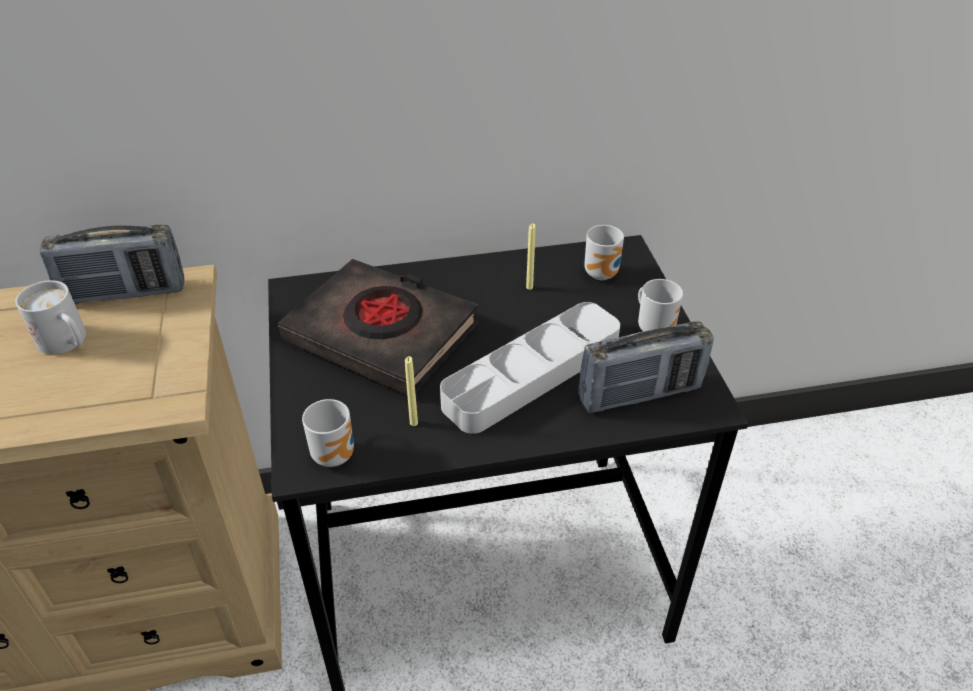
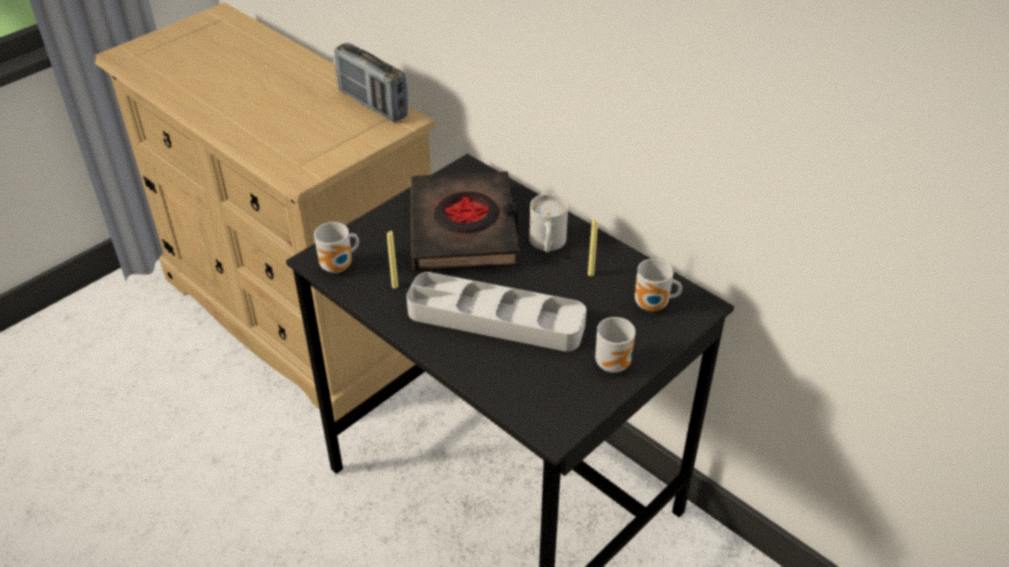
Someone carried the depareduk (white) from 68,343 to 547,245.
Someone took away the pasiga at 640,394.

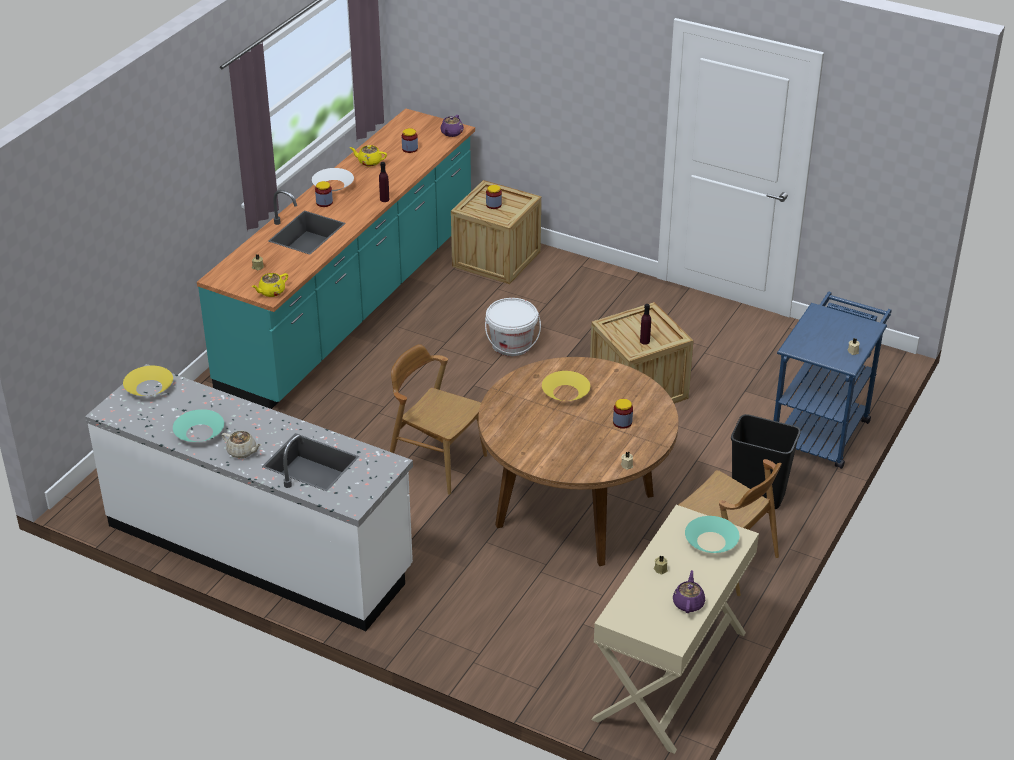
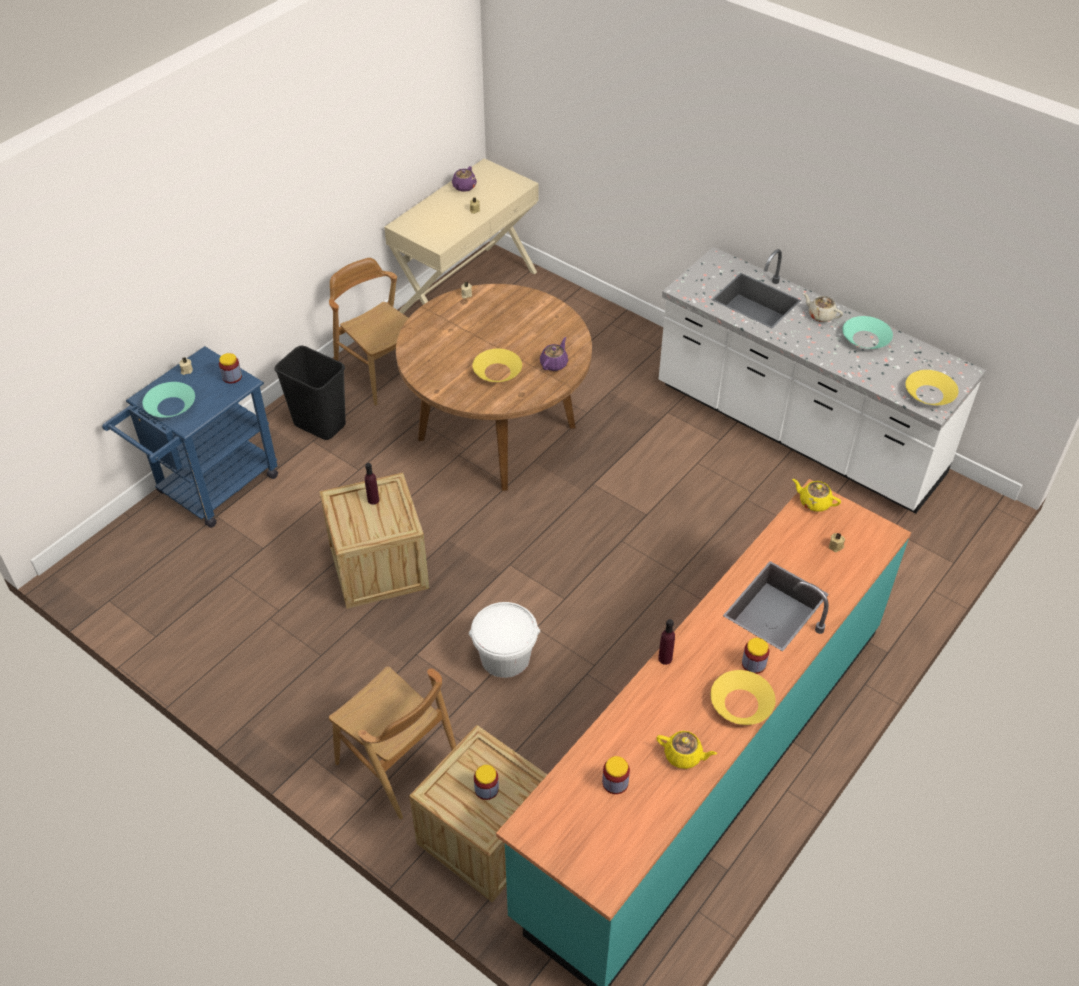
Someone carried the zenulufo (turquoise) from 711,541 to 171,406.
Someone carried the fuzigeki from 622,422 to 232,377.
Someone carried the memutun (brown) from 436,461 to 398,763.
Someone carried the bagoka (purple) from 451,133 to 554,363.
Someone repainted the zenulufo (white) at 333,185, which became the zenulufo (yellow) at 741,703.
Someone rotated the bagoka (yellow) at 271,292 by 120 degrees counterclockwise.

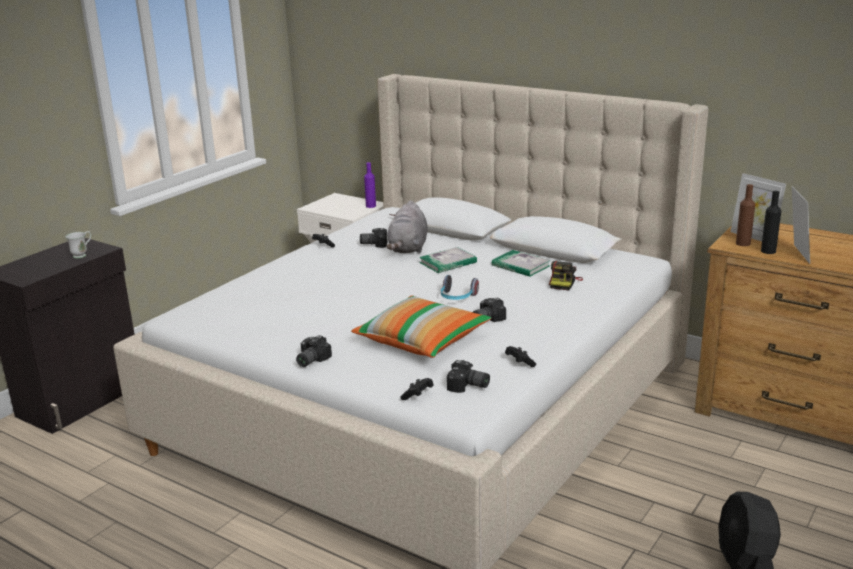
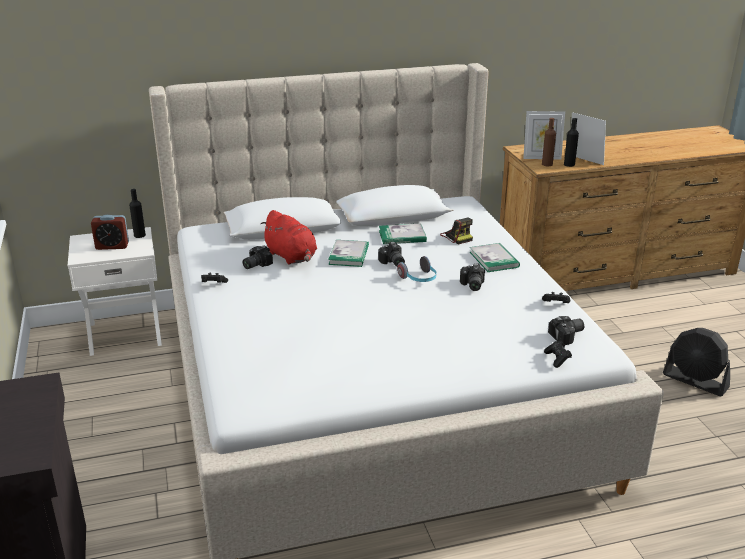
Someone put down the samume at 112,246.
Someone repainted the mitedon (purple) at 371,206, which became the mitedon (black) at 139,235.
Someone repainted the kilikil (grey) at 408,248, which became the kilikil (red) at 292,257.
Someone carried the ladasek from 310,360 to 392,263.
Someone put down the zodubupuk at 494,259.
Someone took away the depareduk (white) at 82,255.
Someone took away the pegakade at 422,341.

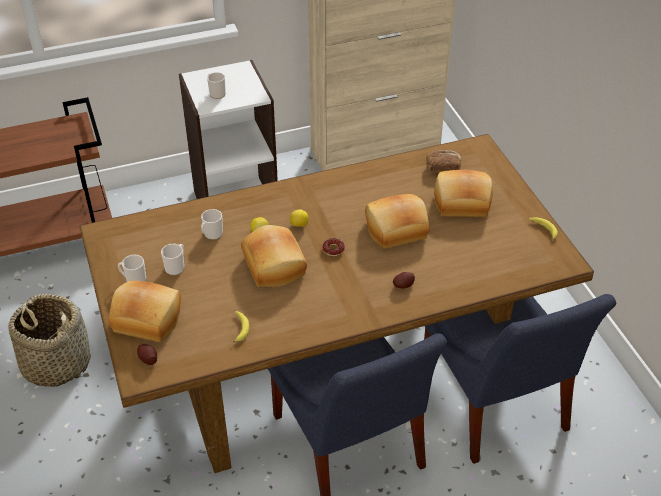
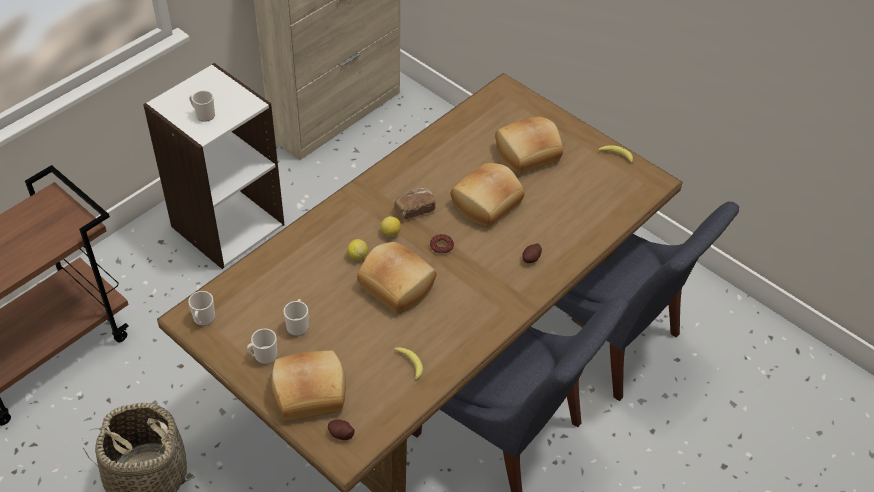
Someone carried the depareduk from 212,234 to 203,319.
Someone carried the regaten from 443,168 to 414,209.

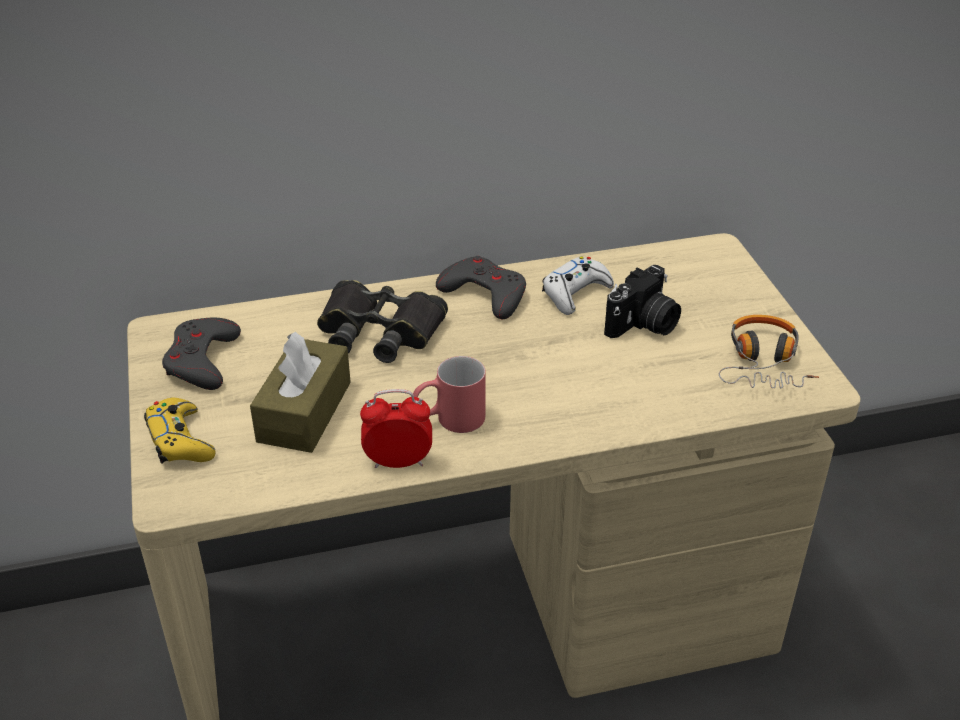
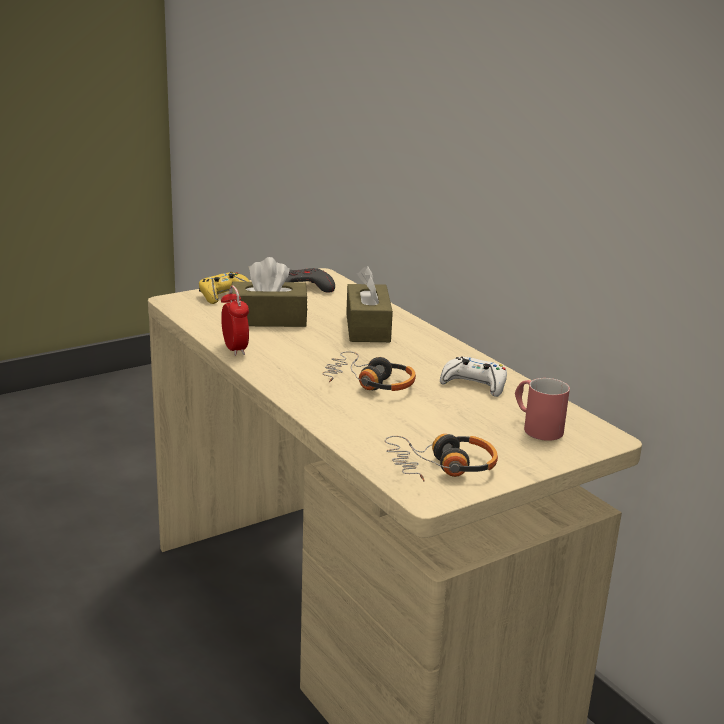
Someone put down the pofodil at 369,383.
Someone swapped the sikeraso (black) at 379,331 for the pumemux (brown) at 367,327.
Someone carried the depareduk (red) from 449,420 to 536,427.
Someone took away the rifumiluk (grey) at 484,294.
Someone took away the ladasek at 643,325.

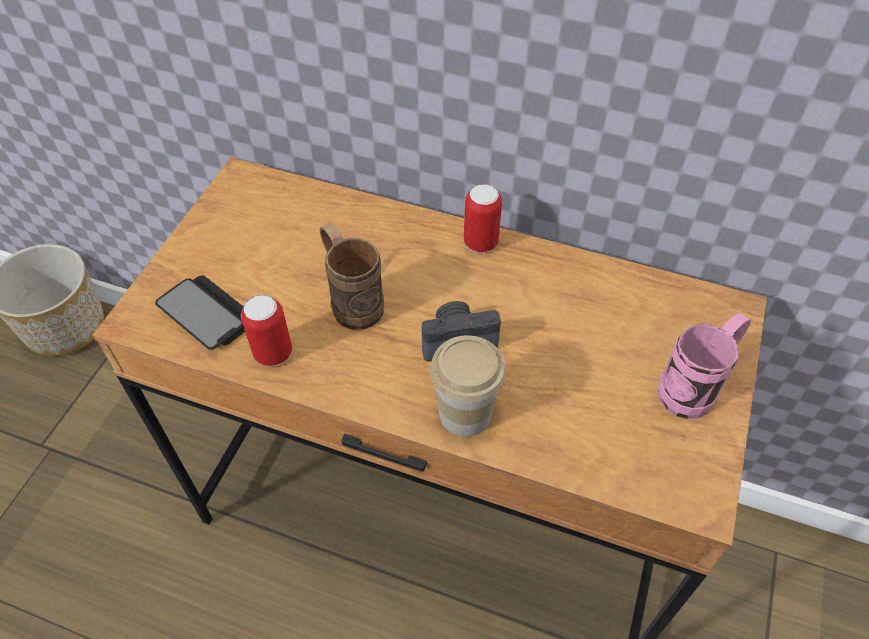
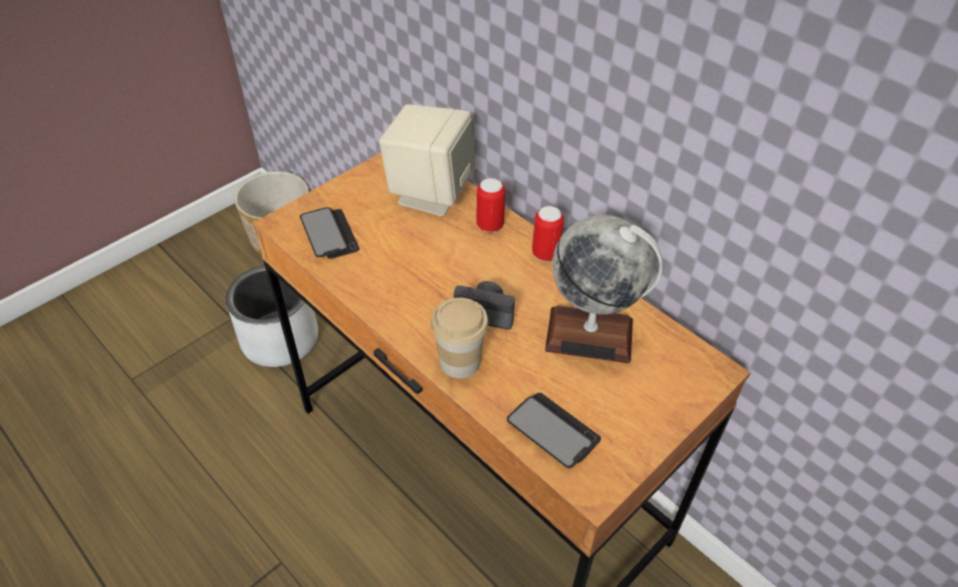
Someone put down the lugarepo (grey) at 280,338.
Someone put down the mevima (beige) at 430,192.
Someone carried the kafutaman from 273,353 to 490,225.
Someone put down the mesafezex at 553,431.
Someone put down the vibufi at 590,334.
Someone took away the depareduk (brown) at 352,300.
Someone took away the depareduk (pink) at 695,388.

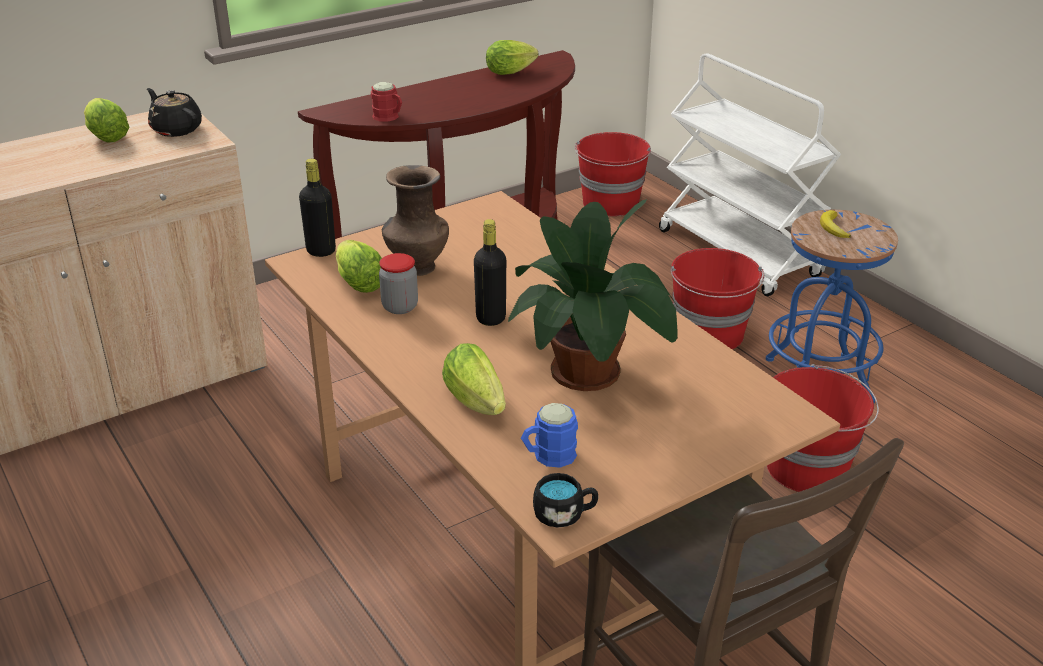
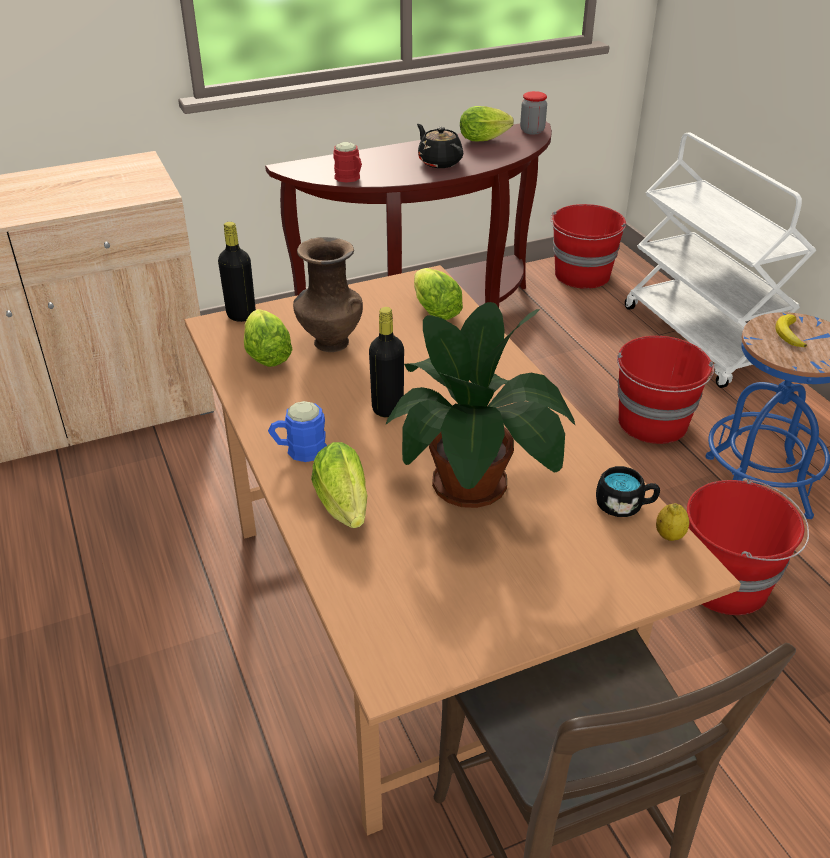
Someone carried the depareduk (blue) from 548,456 to 299,450.
Someone carried the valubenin from 106,136 to 433,309.
Someone carried the bagoka (black) from 176,129 to 439,162.
Someone carried the fuzigeki from 400,307 to 532,131.
Someone carried the depareduk (black) from 565,514 to 625,506.
Someone put down the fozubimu at 669,536.

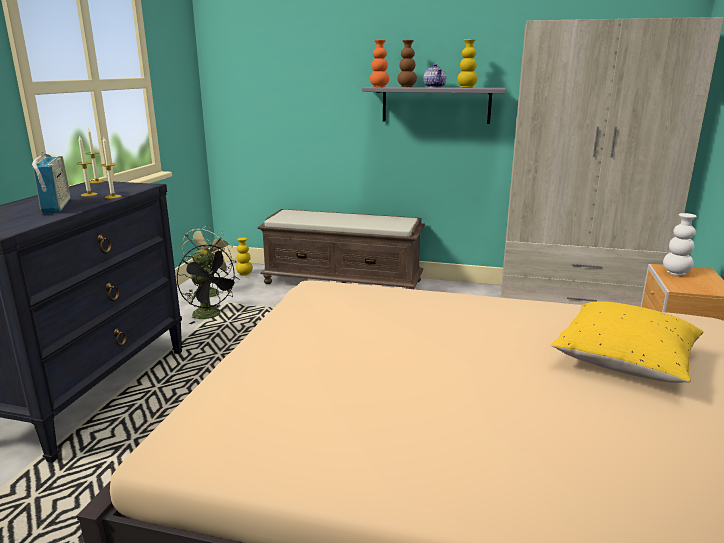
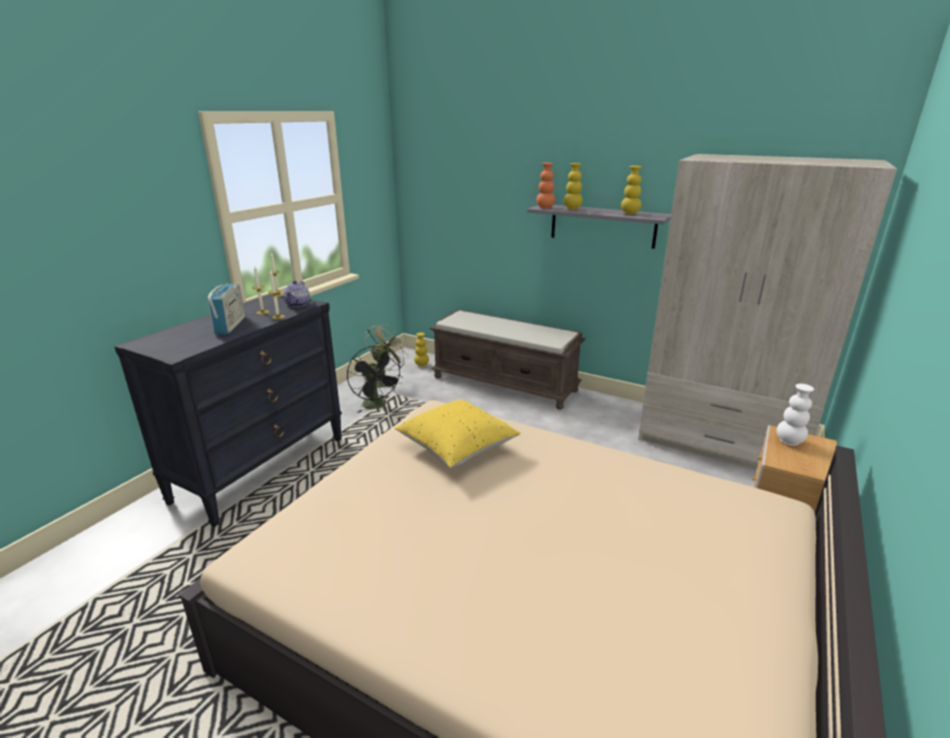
Someone carried the bagoka from 434,87 to 298,304.
Someone carried the pegakade (yellow) from 624,362 to 457,447.
Someone repainted the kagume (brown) at 406,87, which became the kagume (yellow) at 572,208.

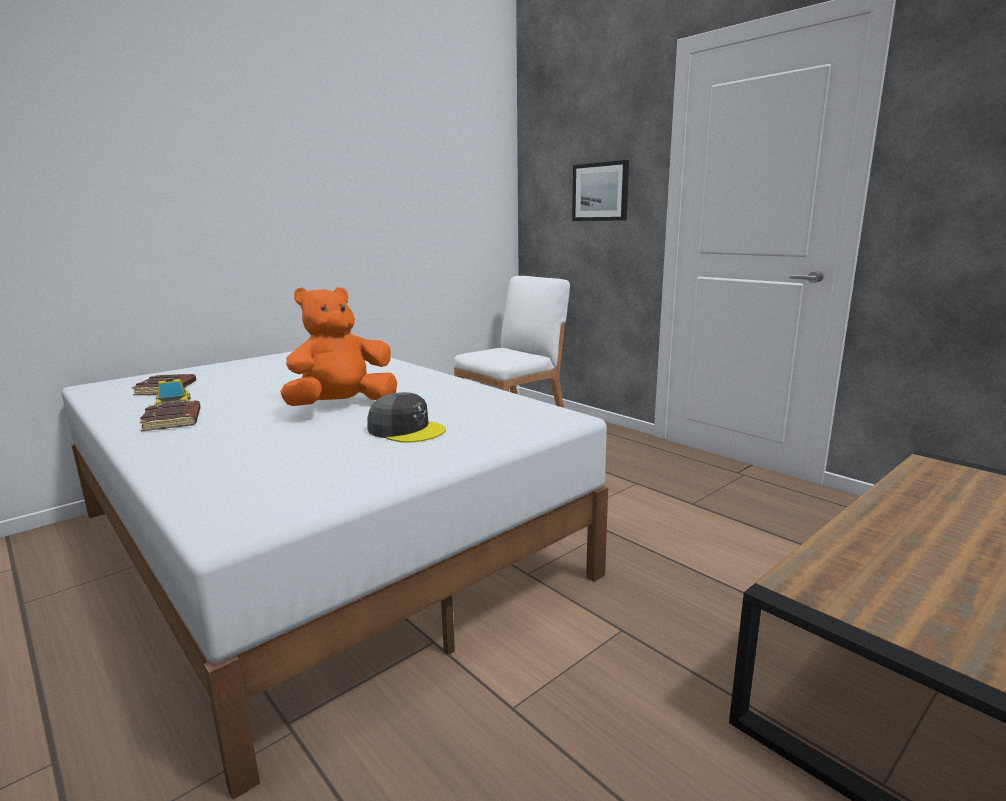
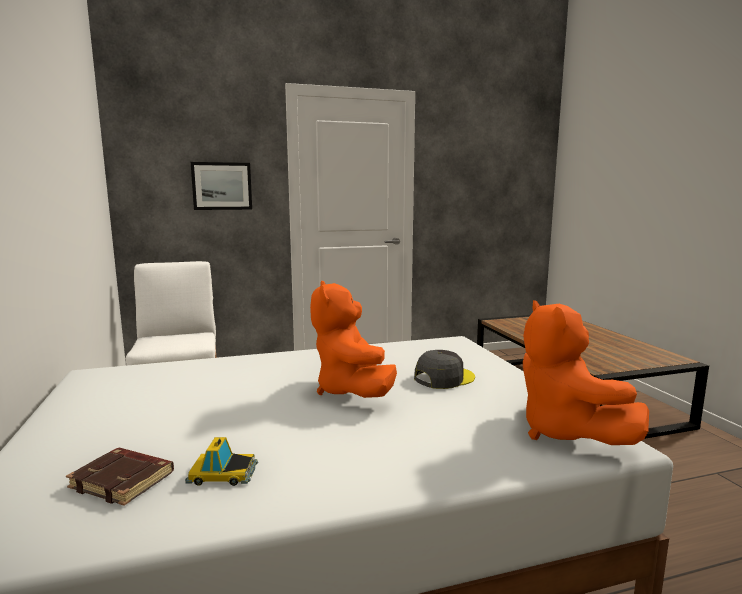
Someone put down the kilikil (orange) at 565,432.
Someone took away the zodubupuk (brown) at 174,421.

